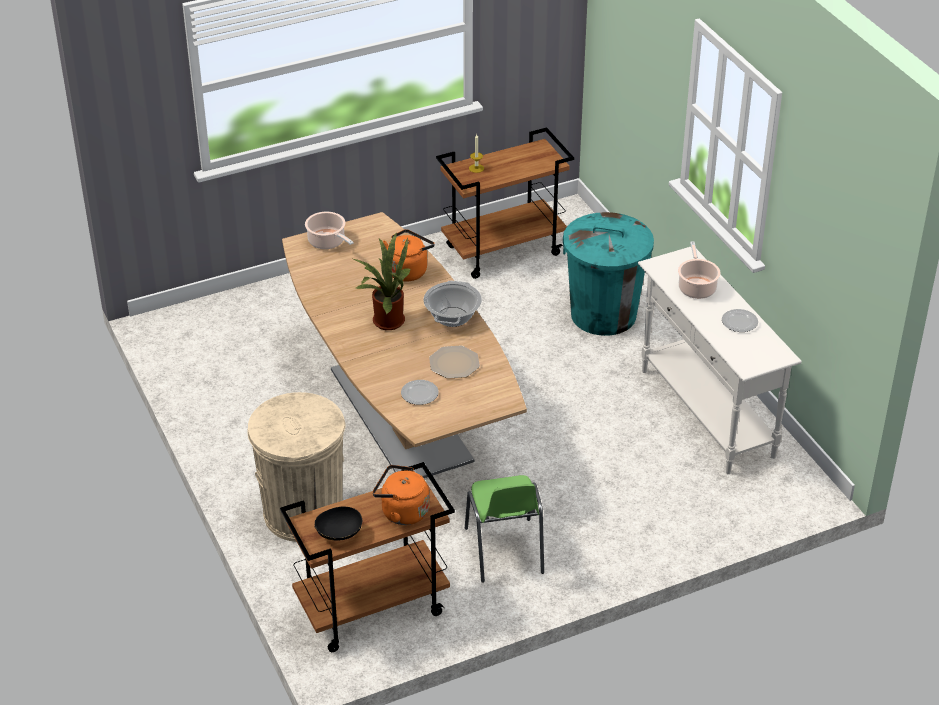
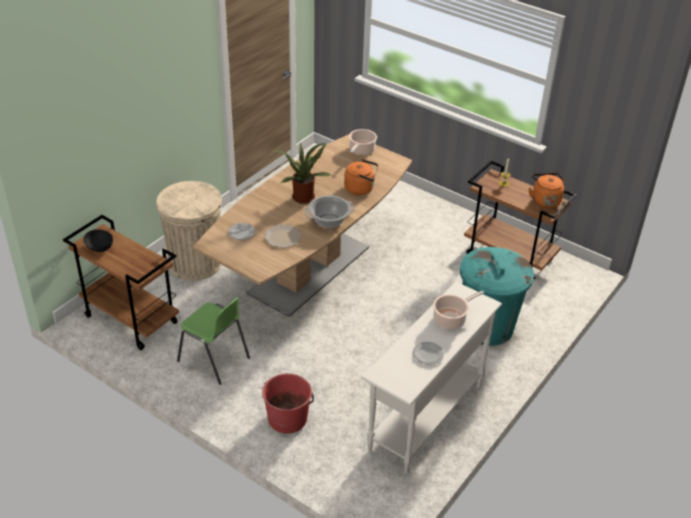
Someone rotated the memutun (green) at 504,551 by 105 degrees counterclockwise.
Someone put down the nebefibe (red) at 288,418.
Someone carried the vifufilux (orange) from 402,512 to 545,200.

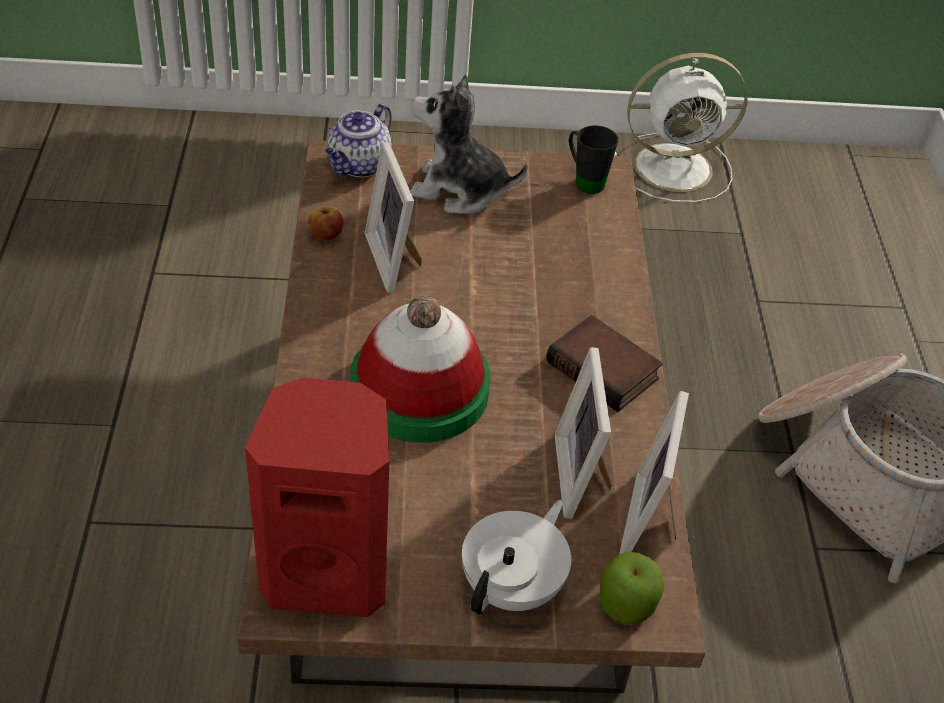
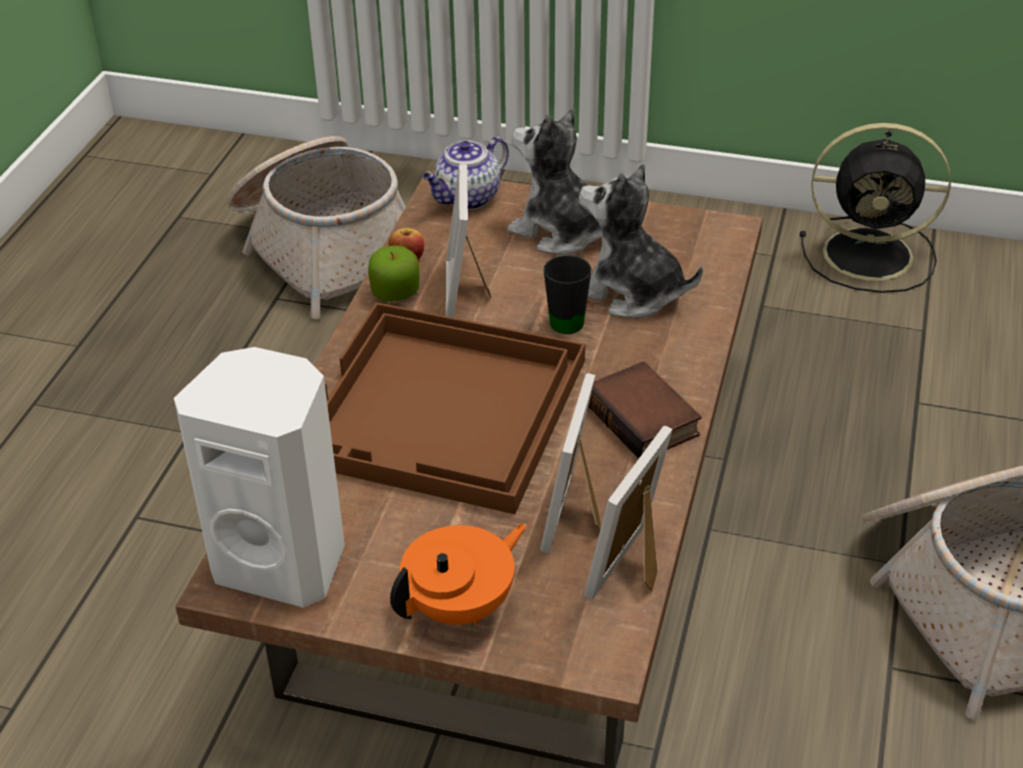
Someone repainted the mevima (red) at 327,571, which became the mevima (white) at 283,561.
Someone put down the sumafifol at 325,248.
Someone swapped the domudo at 419,389 for the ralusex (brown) at 442,411.
Someone carried the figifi from 627,603 to 395,292.
Someone repainted the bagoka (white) at 513,586, which became the bagoka (orange) at 461,606.
Someone carried the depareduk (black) from 584,180 to 562,318.
Someone put down the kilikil at 631,293.
Someone repainted the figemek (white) at 677,167, which became the figemek (black) at 872,255.

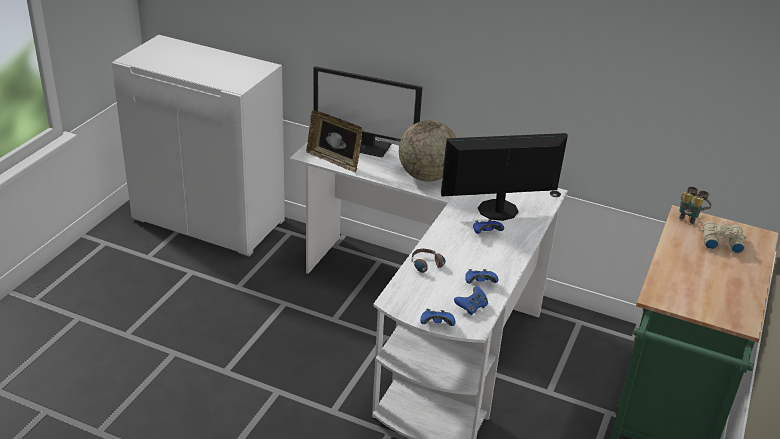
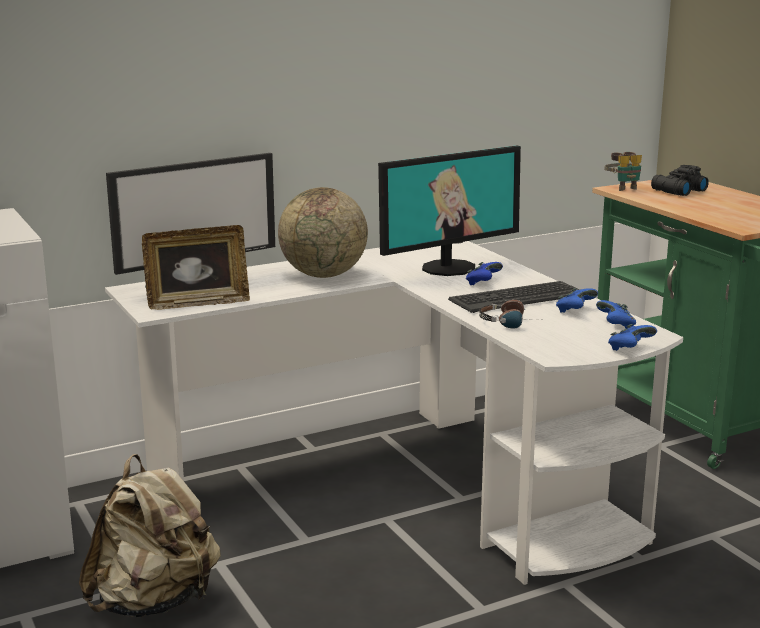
Someone put down the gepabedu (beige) at 154,602.
Someone rotated the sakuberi at 498,210 by 150 degrees counterclockwise.
Someone put down the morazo at 517,298.
Someone repainted the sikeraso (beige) at 720,242, which became the sikeraso (black) at 677,191.

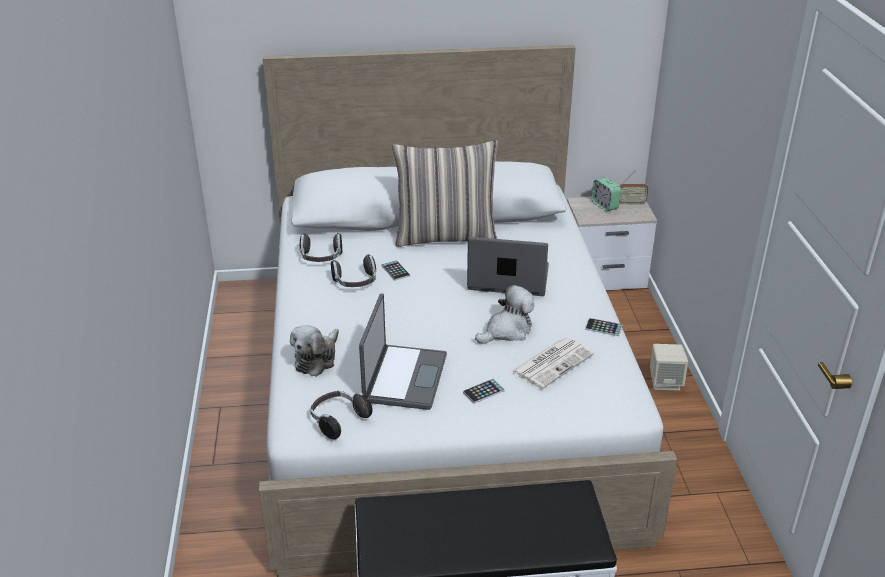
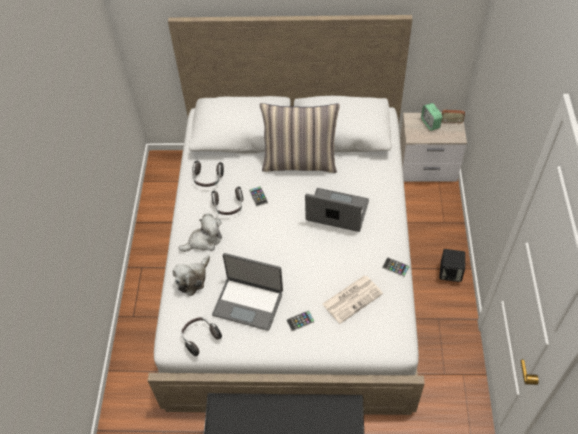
Someone carried the kilikil from 507,331 to 204,241.
Someone rotated the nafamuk at 403,378 by 90 degrees clockwise.
Someone repainted the mevima (beige) at 665,382, which became the mevima (black) at 450,273.

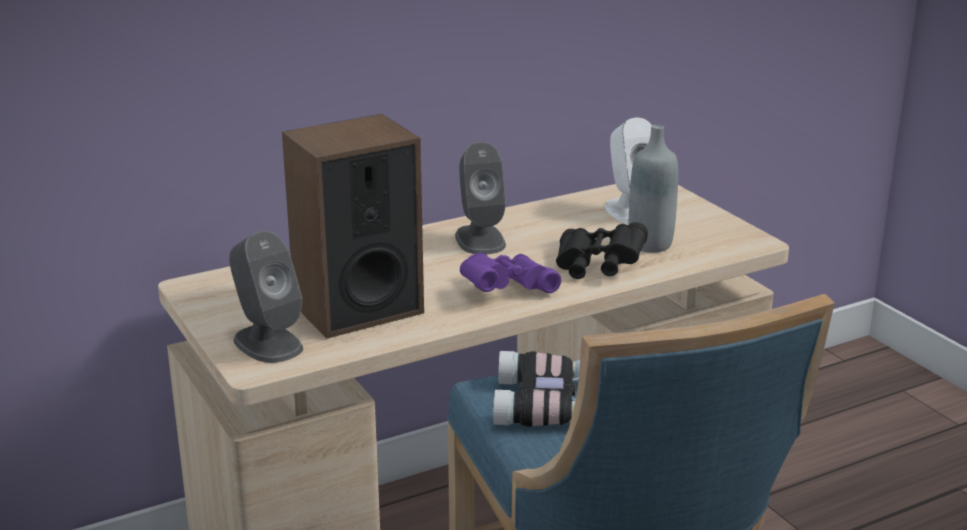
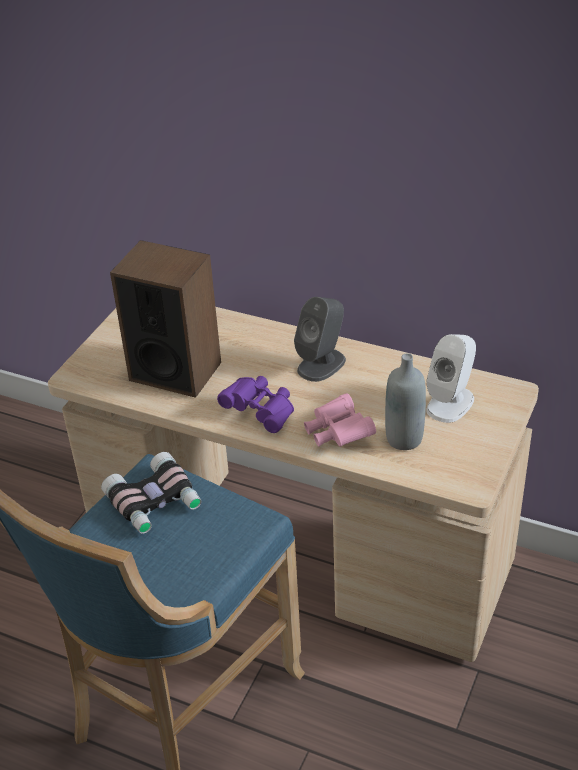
Someone repainted the sikeraso (black) at 598,267, which became the sikeraso (pink) at 338,433.
Someone took away the mevima (grey) at 267,343.

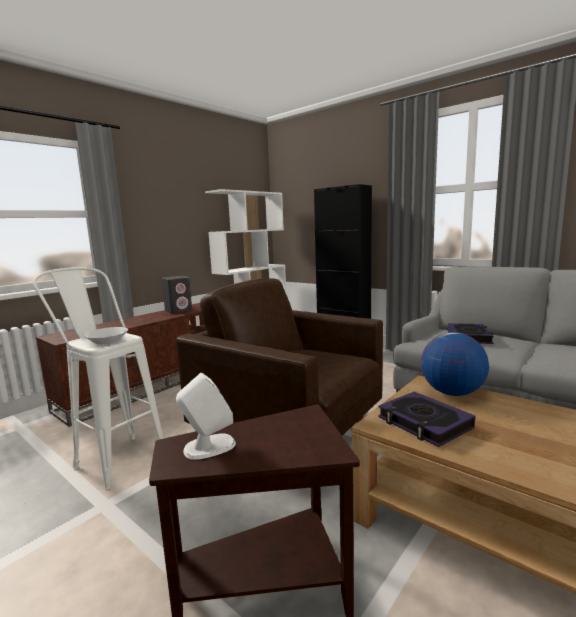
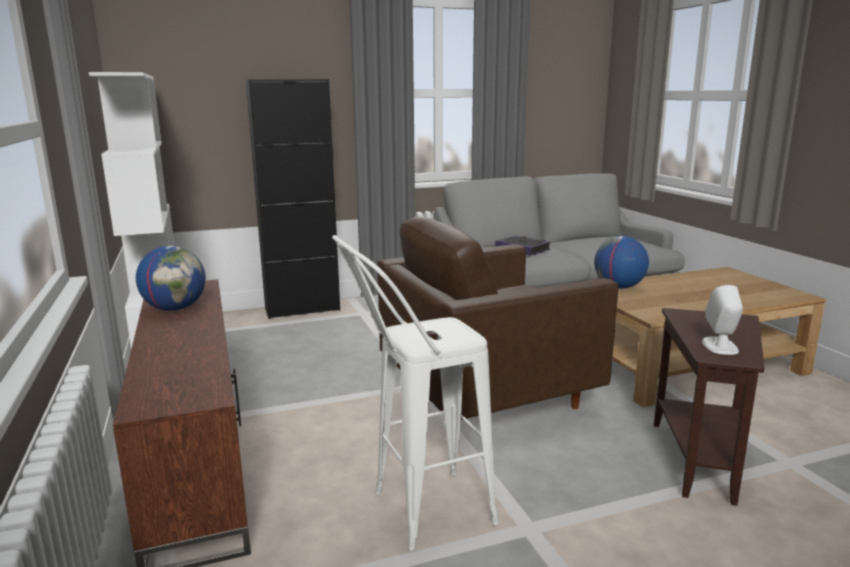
Someone swapped the mevima (grey) at 178,310 for the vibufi at 175,309.
Someone took away the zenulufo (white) at 106,341.
Someone took away the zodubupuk at 424,423.

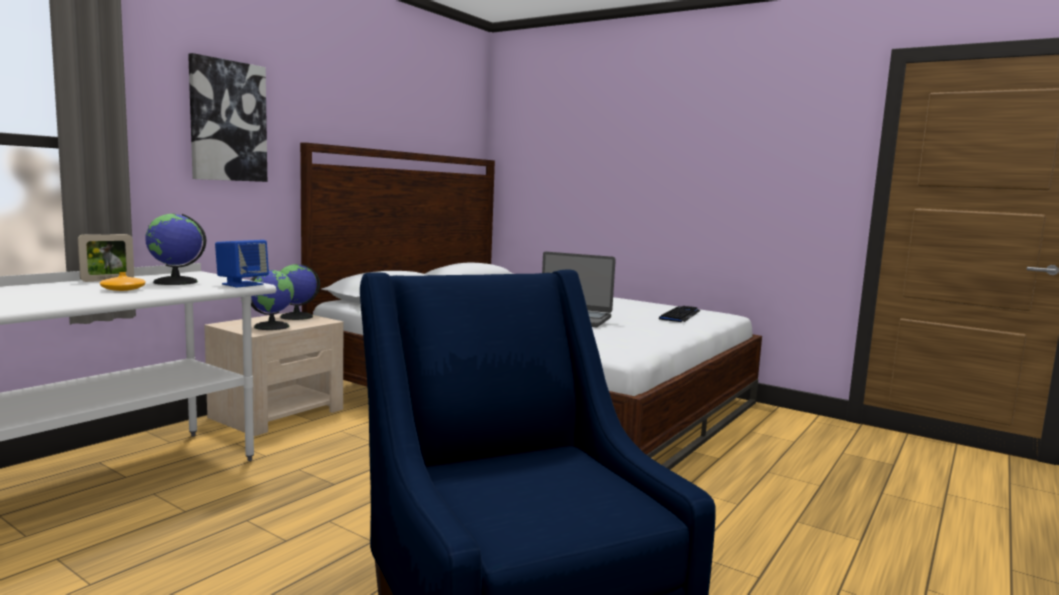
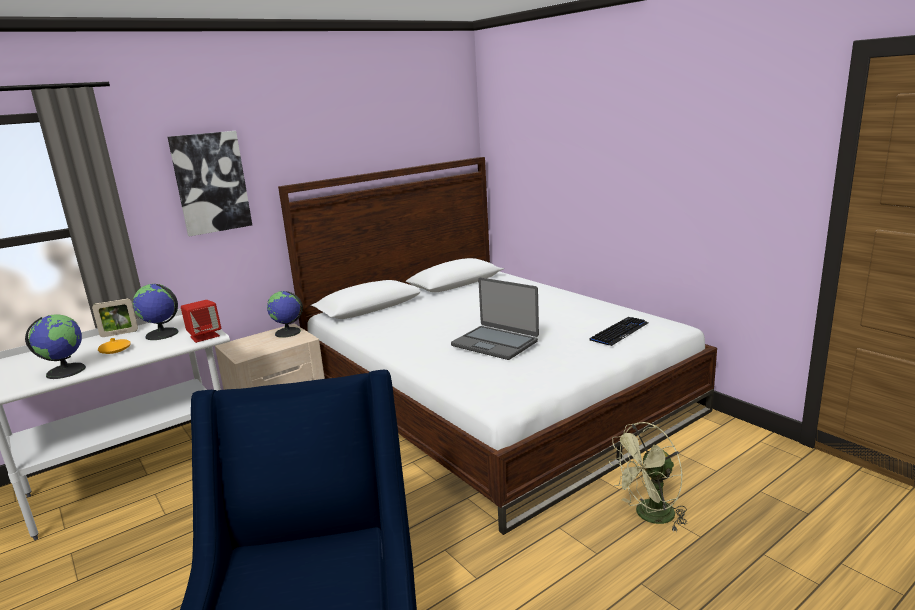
Someone carried the vibufi from 271,326 to 66,371.
Someone repainted the mevima (blue) at 242,284, which became the mevima (red) at 204,336.
Someone put down the figemek (green) at 649,516.

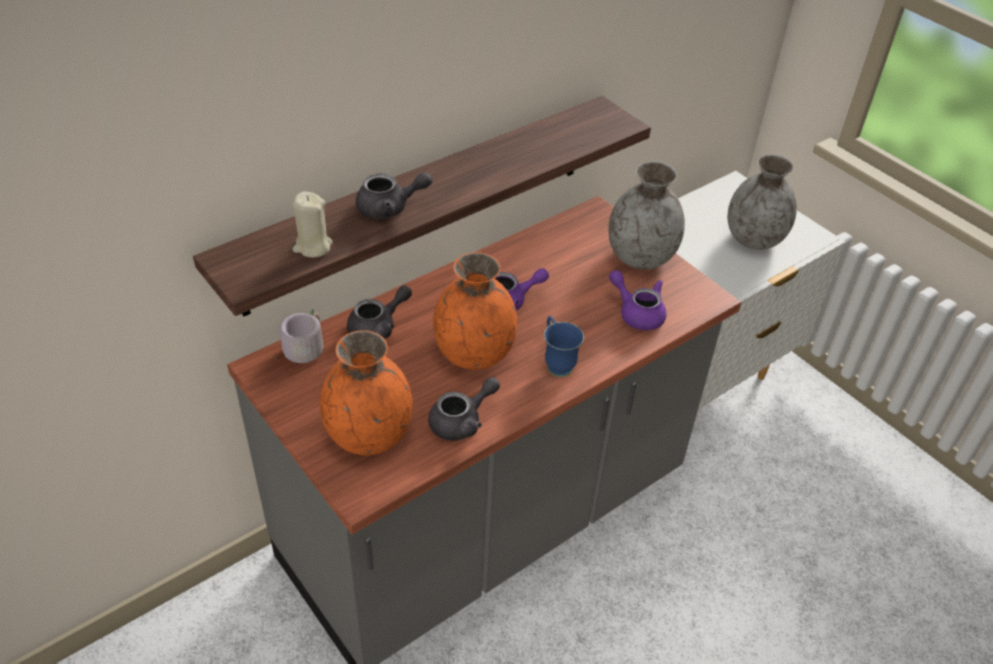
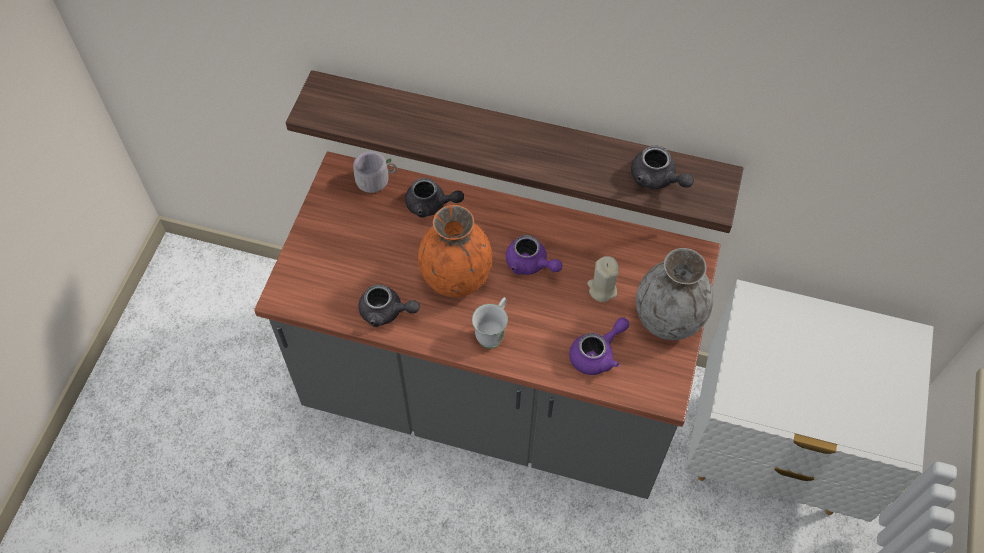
Someone repainted the depareduk (blue) at 556,362, which became the depareduk (white) at 493,333.
Someone rotated the bagoka (purple) at 637,313 by 45 degrees clockwise.
Someone carried the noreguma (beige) from 312,246 to 602,289.
Someone carried the bagoka (grey) from 390,208 to 657,179.
Someone took away the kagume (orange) at 369,434.
Someone took away the kagume (grey) at 754,239.

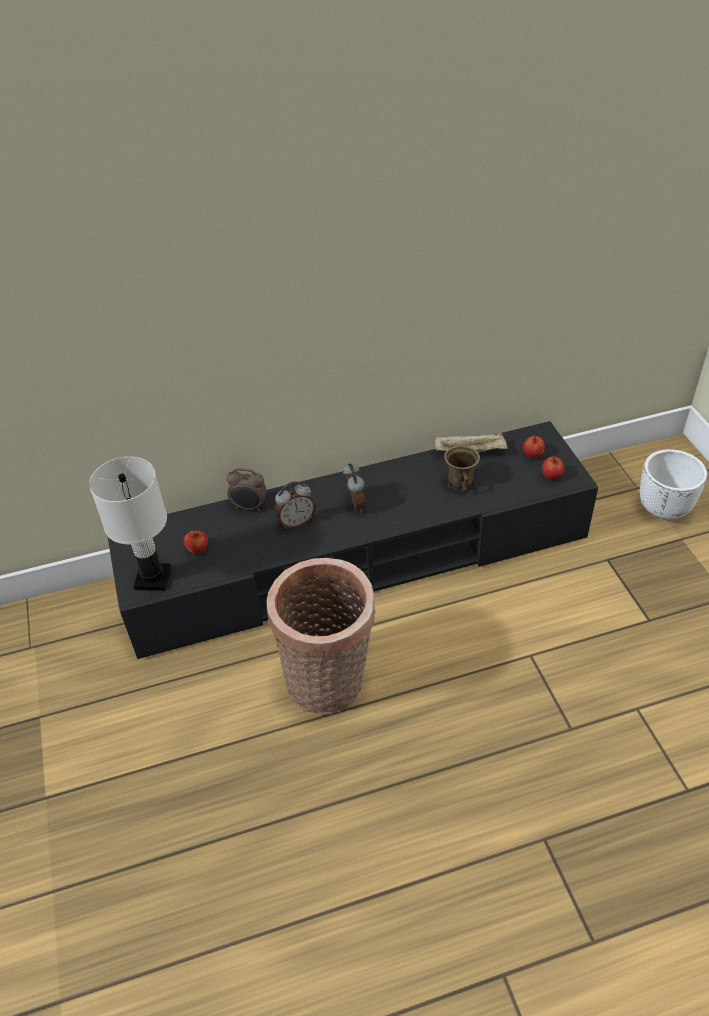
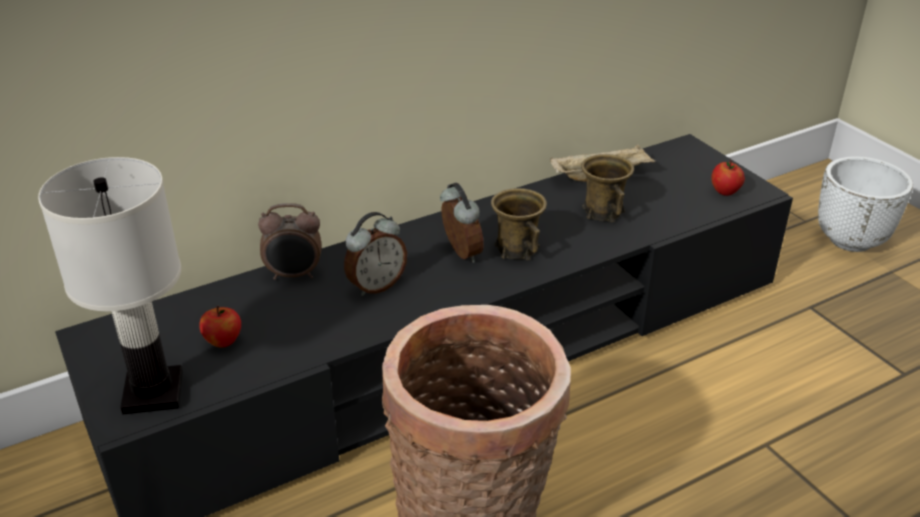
Someone put down the depareduk (brown) at 517,249.
Someone took away the figifi at 532,455.

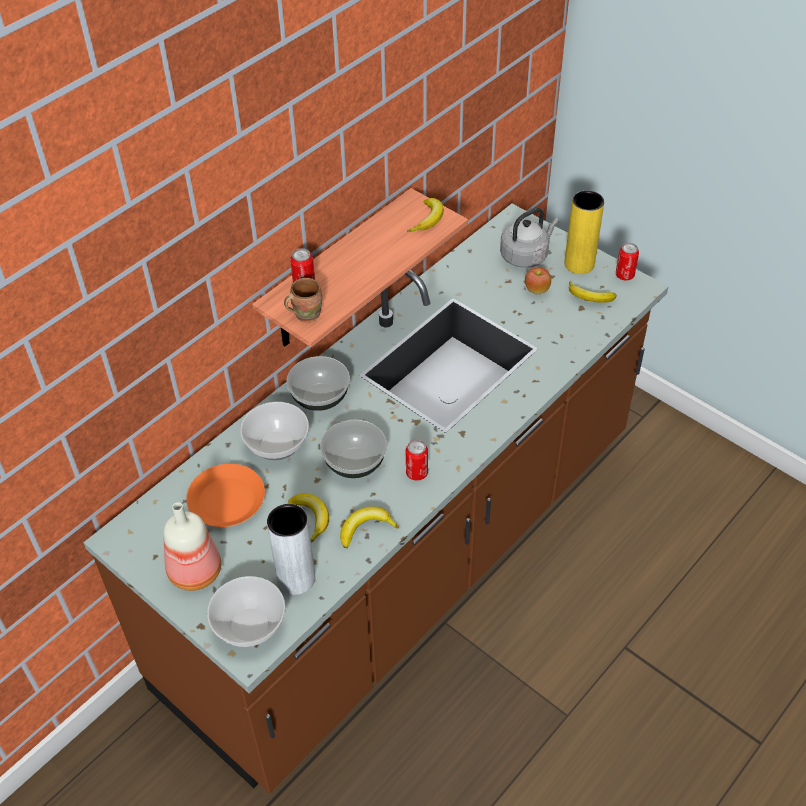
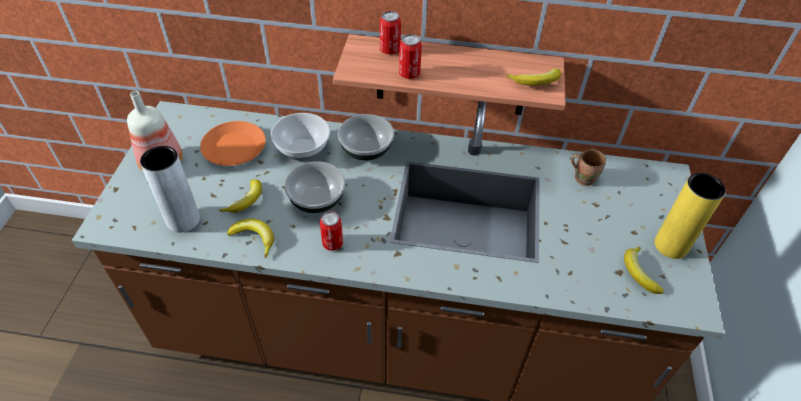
Someone carried the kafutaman from 624,275 to 409,74.
Someone carried the depareduk (brown) from 305,313 to 584,177.
Someone took away the zenulufo at 251,626.
Someone took away the vifufilux (grey) at 526,255.
Someone took away the figifi at 536,290.

